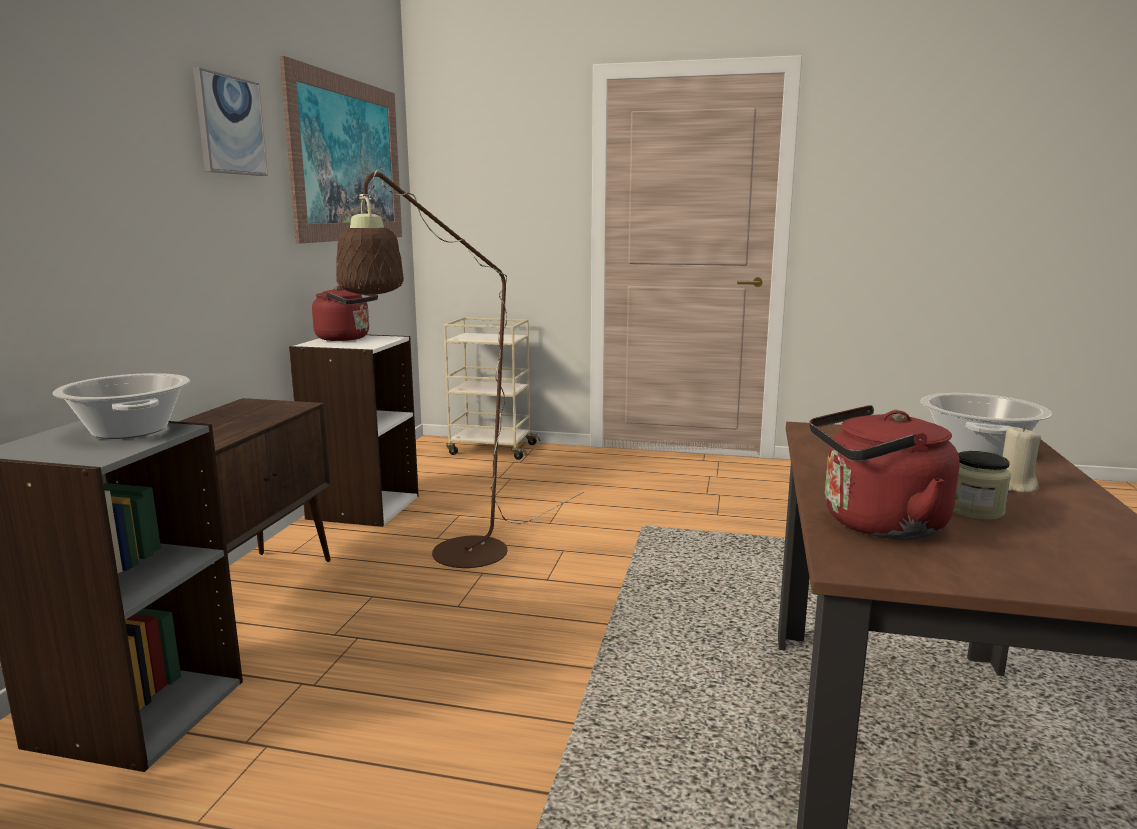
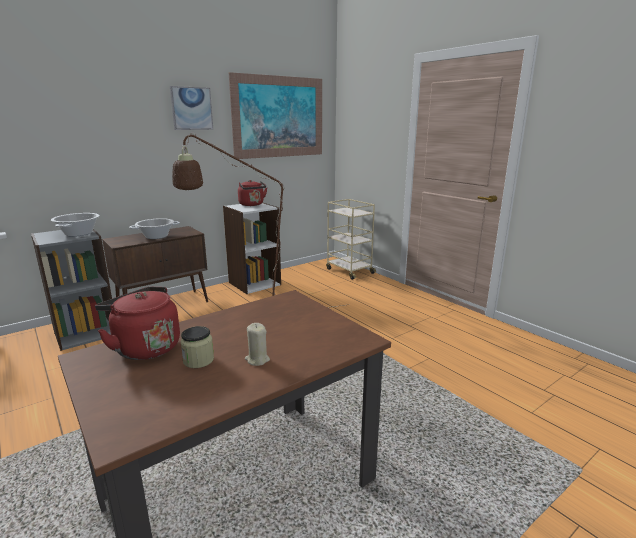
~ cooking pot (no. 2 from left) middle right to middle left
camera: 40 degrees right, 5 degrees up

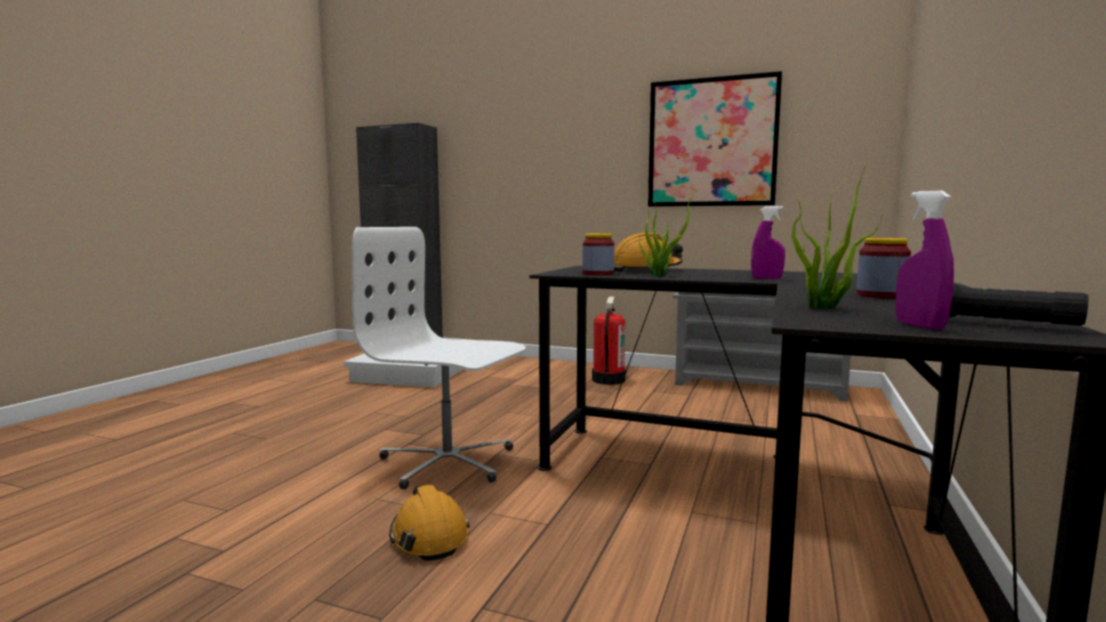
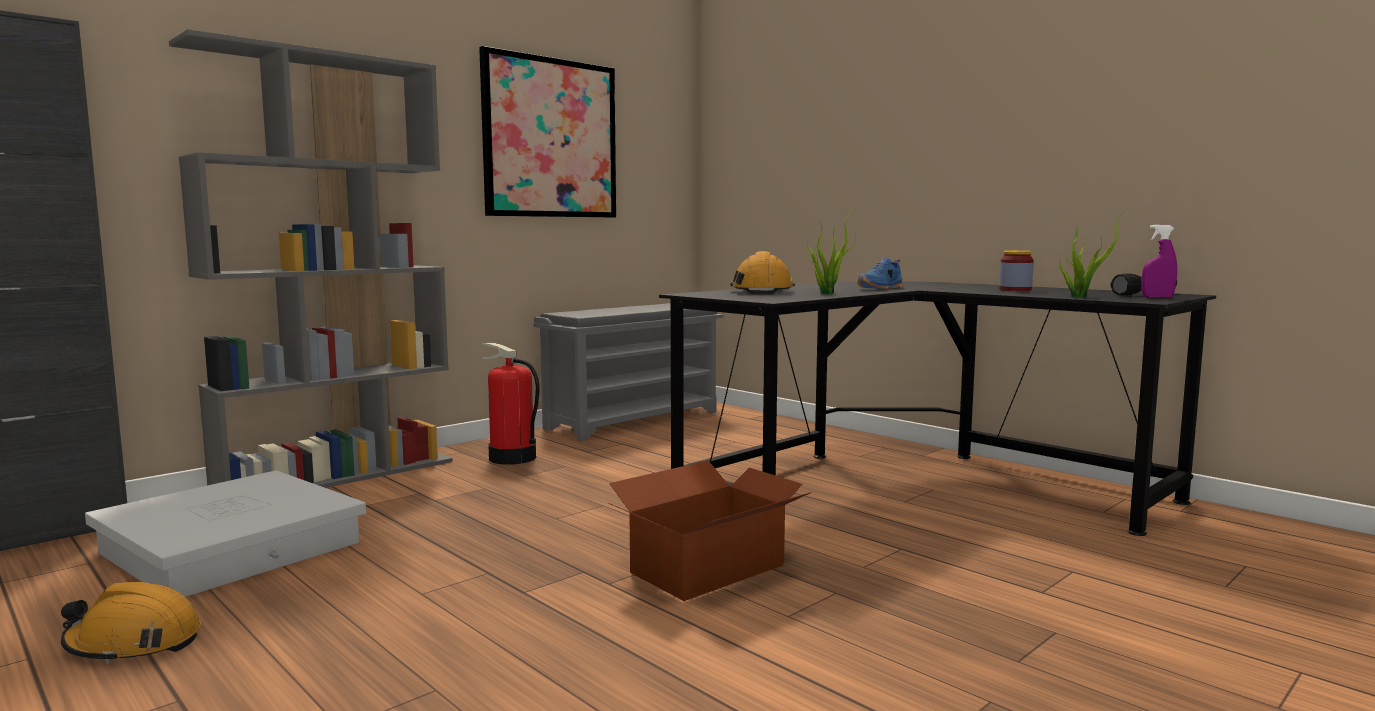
- jar (no. 1 from left) centre
+ bookcase (grey) middle left
~ hard hat (orange) (no. 1 from left) bottom centre to bottom left
~ office chair (white) centre to cardboard box bottom centre
~ spray bottle (purple) (no. 1 from left) middle right to shoe (blue) centre
camera: 65 degrees left, 0 degrees up

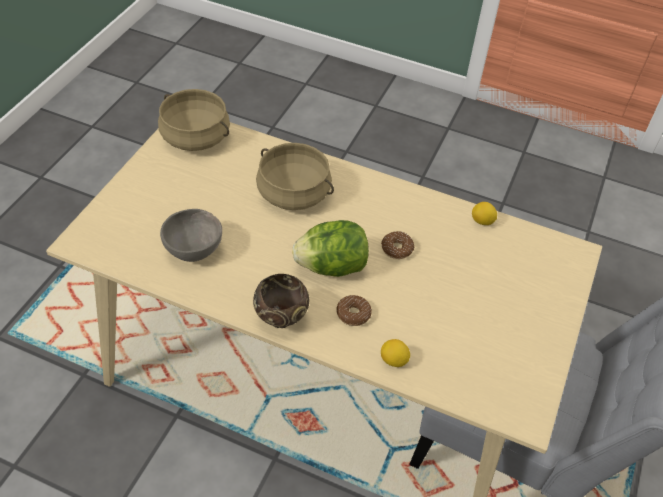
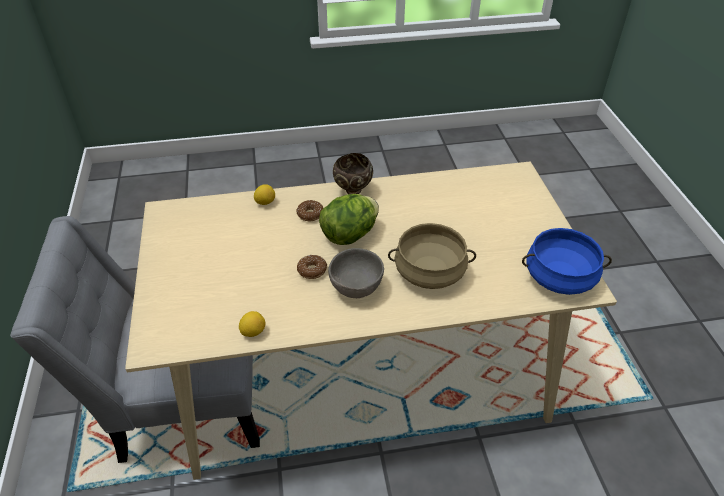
~ bowl (grey) middle left to centre
~ cooking pot (beige) (no. 1 from left) top left to cooking pot (blue) middle right
camera: 150 degrees right, 5 degrees down

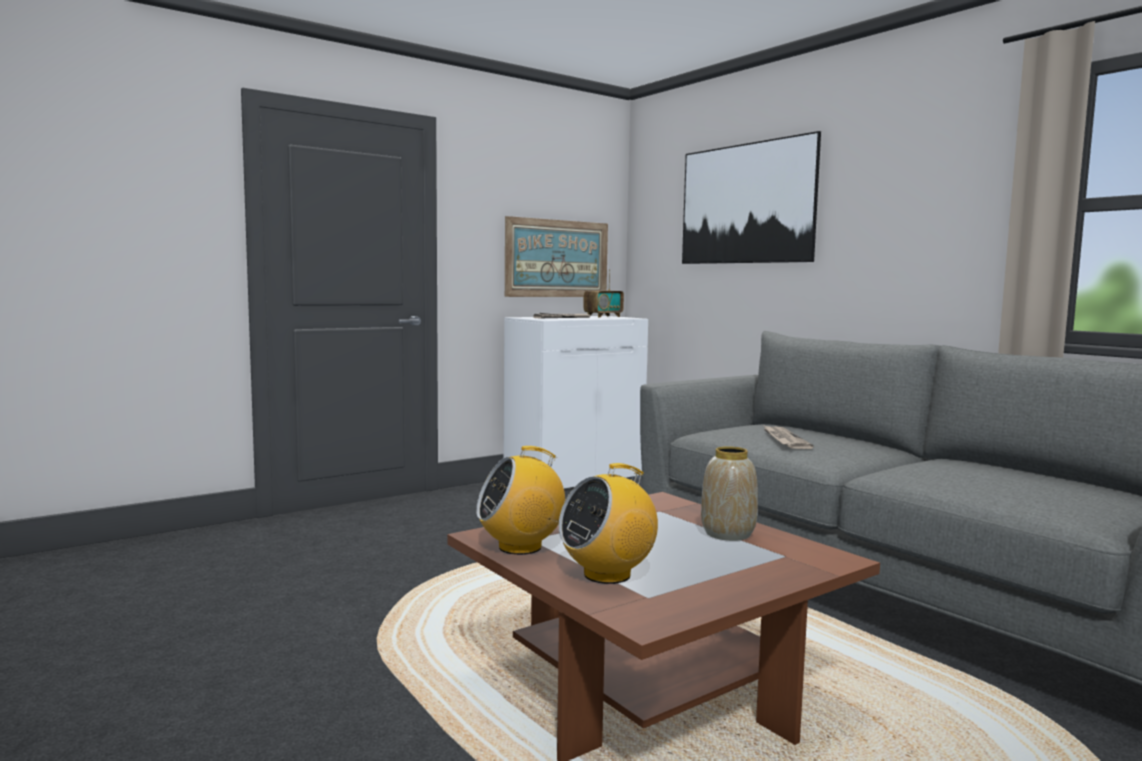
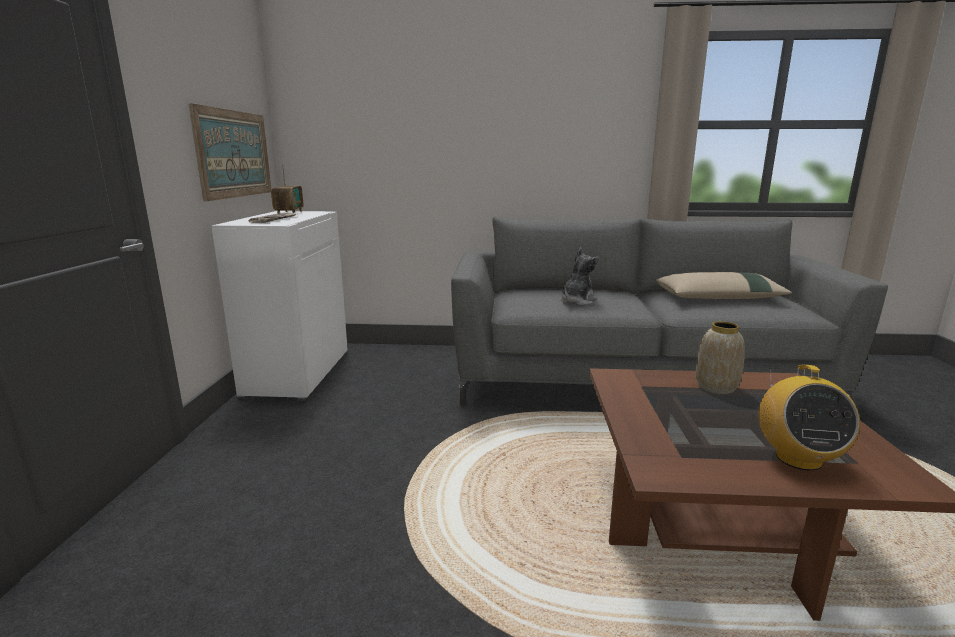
- radio (no. 1 from left) centre
- picture (no. 2 from left) top centre
+ pillow (beige) middle right
~ newspaper (no. 2 from left) middle right to plush toy centre
camera: 50 degrees left, 10 degrees up

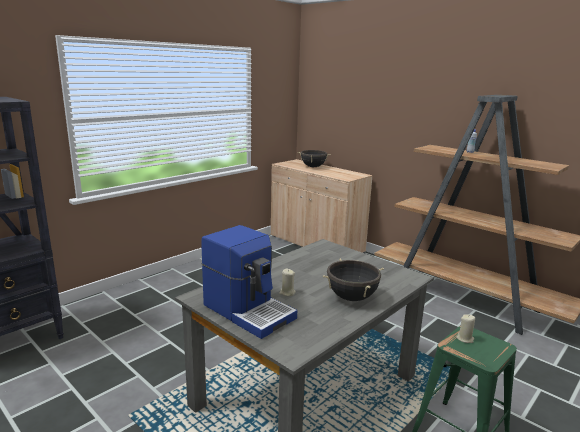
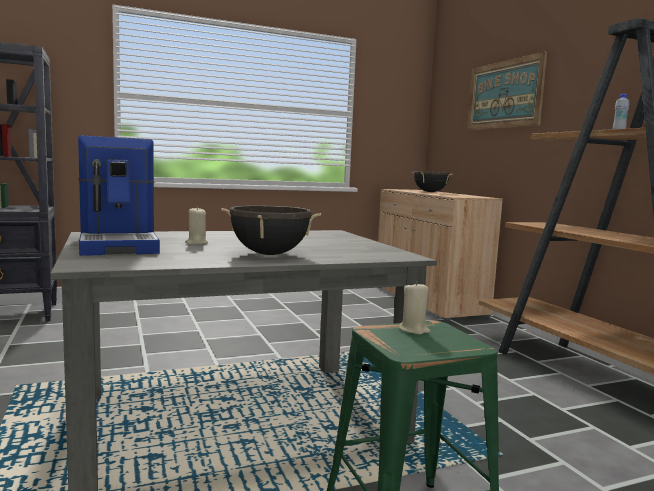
+ picture top right
camera: 25 degrees right, 10 degrees down

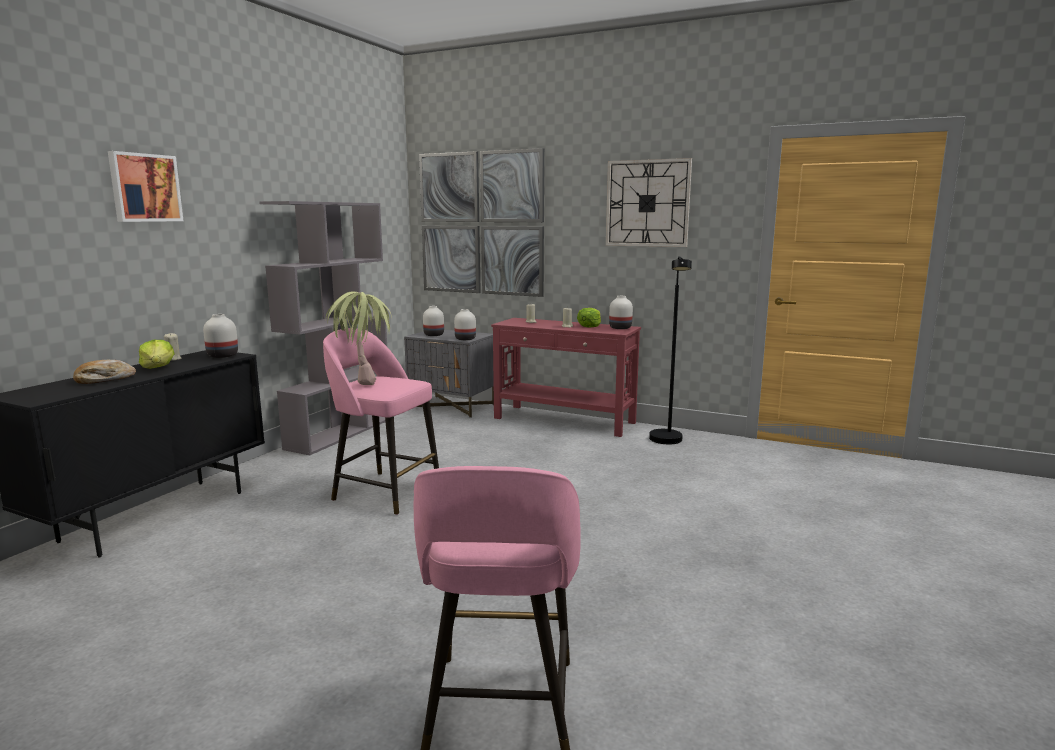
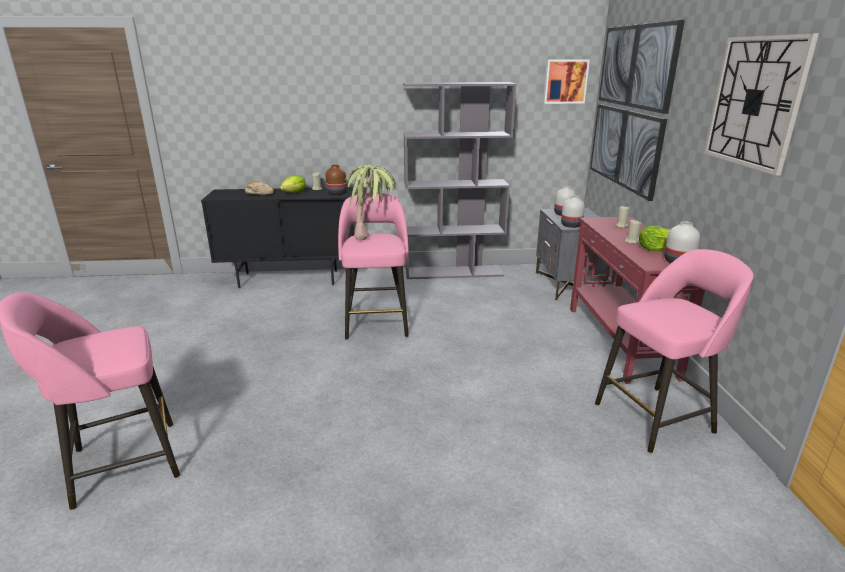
~ picture (no. 1 from left) top left to top right
~ floor lamp (black) centre to stool (pink) (no. 3 from left) middle right
~ vase (white) (no. 1 from left) middle left to vase (brown) top centre
camera: 60 degrees right, 10 degrees up

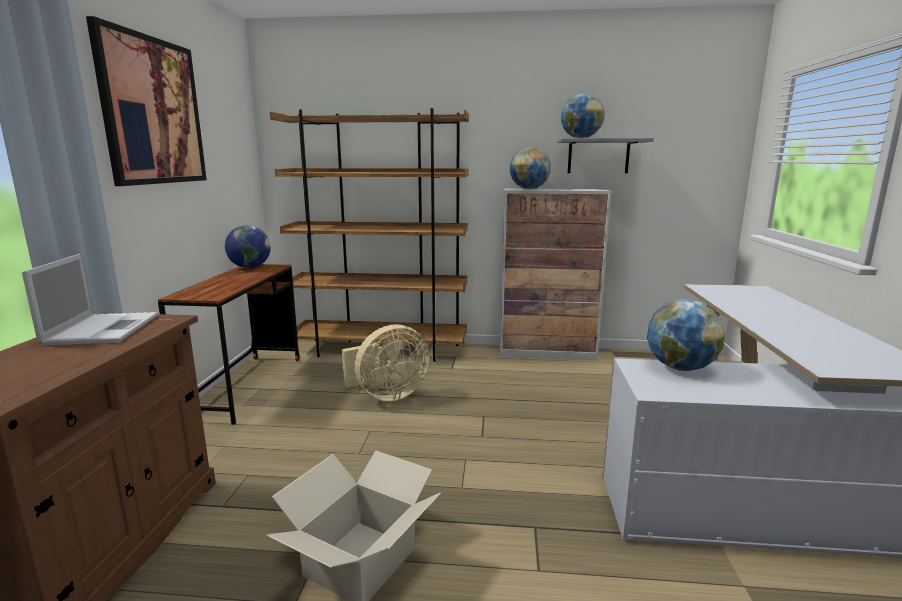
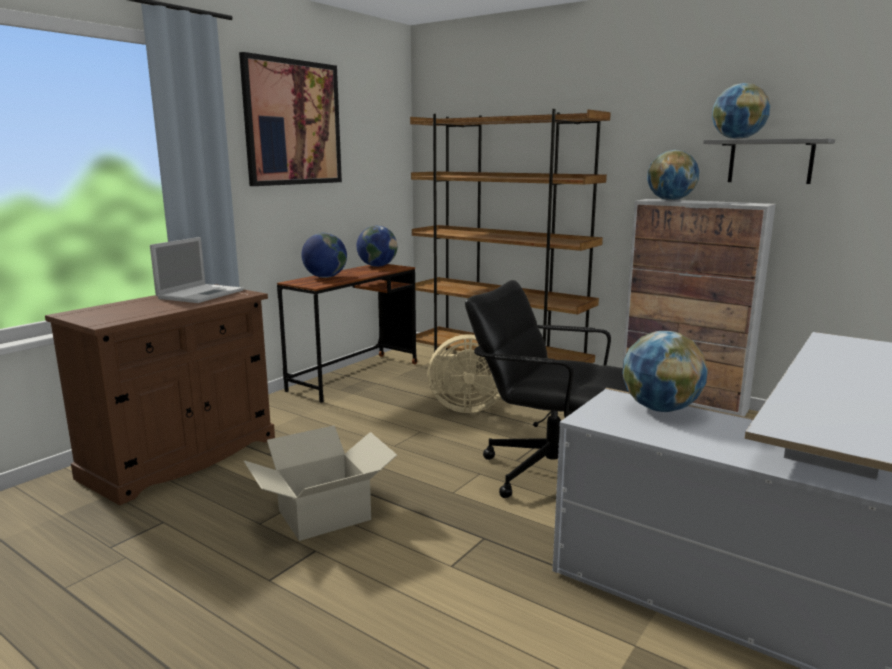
+ globe (no. 1 from left) centre
+ office chair (black) centre
camera: 30 degrees right, 0 degrees up

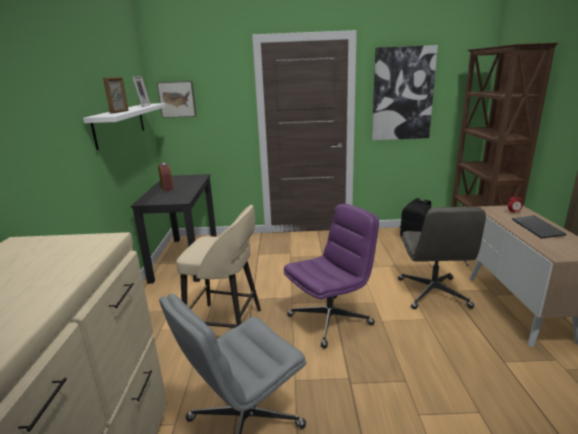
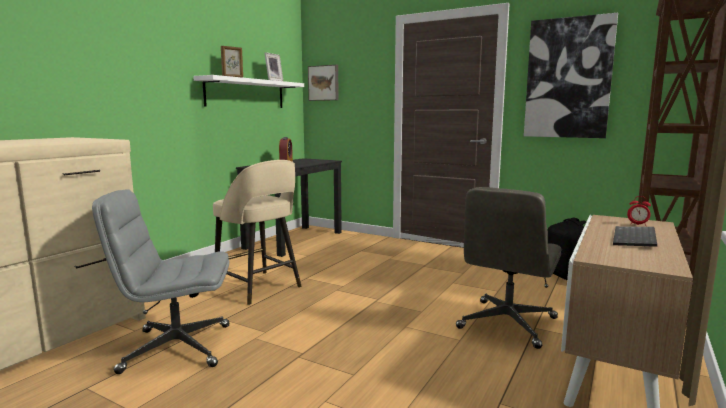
- office chair (purple) centre
camera: 30 degrees right, 10 degrees down

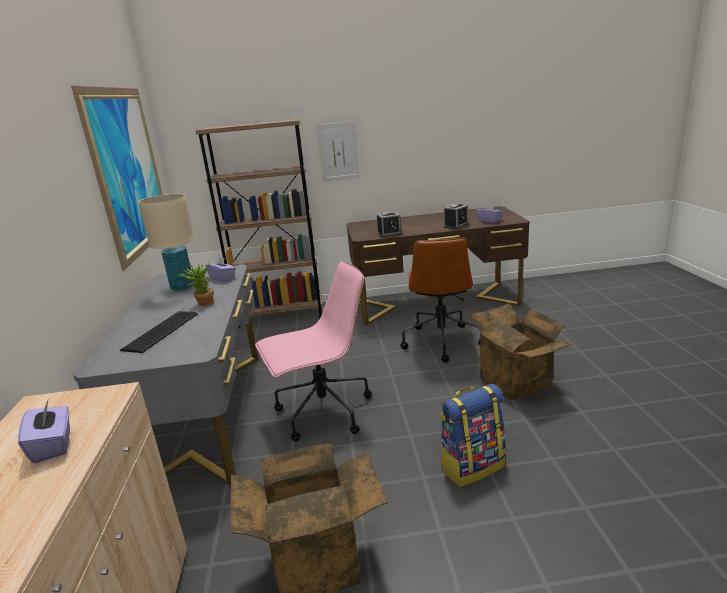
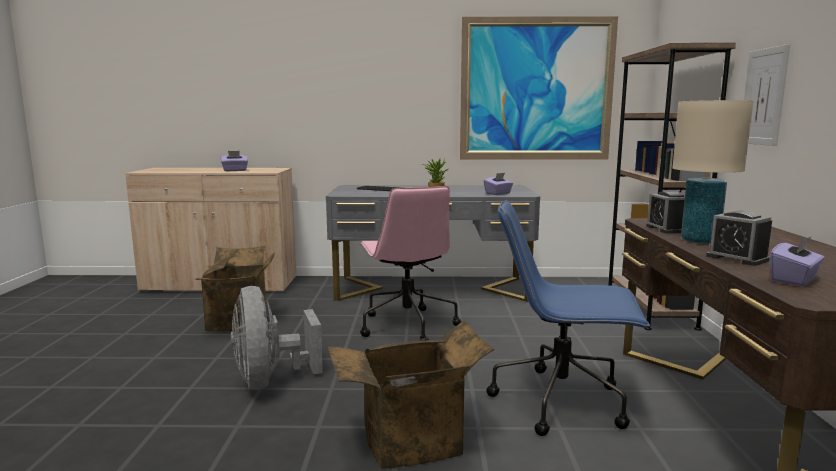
~ table lamp (beige) middle left to middle right
~ backpack bottom centre to fan (grey) bottom left
~ office chair (brown) centre to office chair (blue) bottom right
camera: 95 degrees right, 10 degrees down

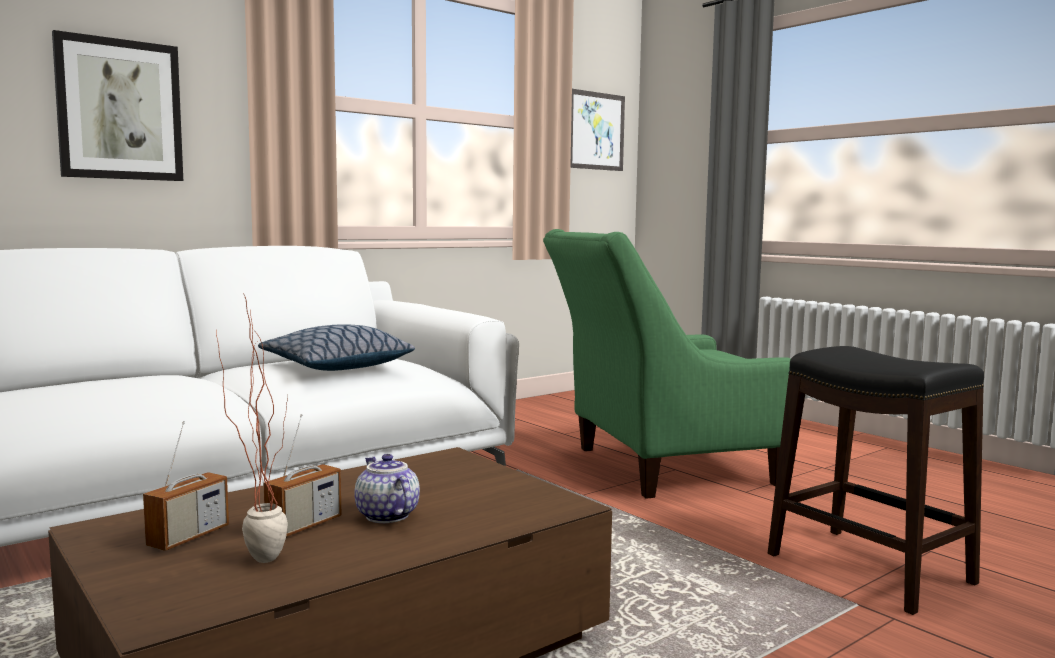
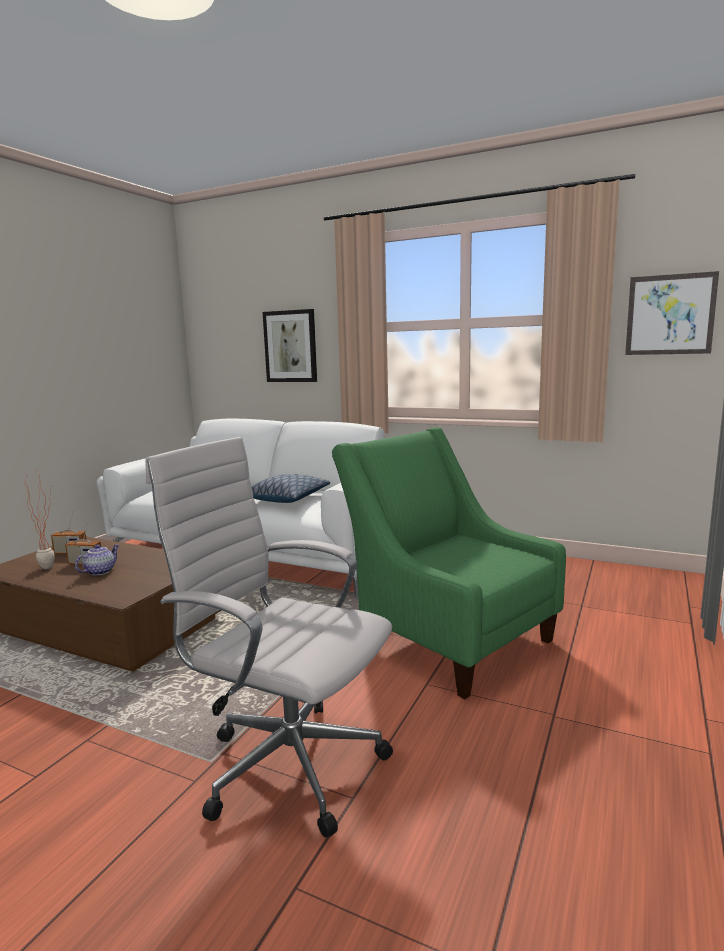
~ stool (black) bottom right to office chair (white) bottom centre
camera: 65 degrees right, 5 degrees up

